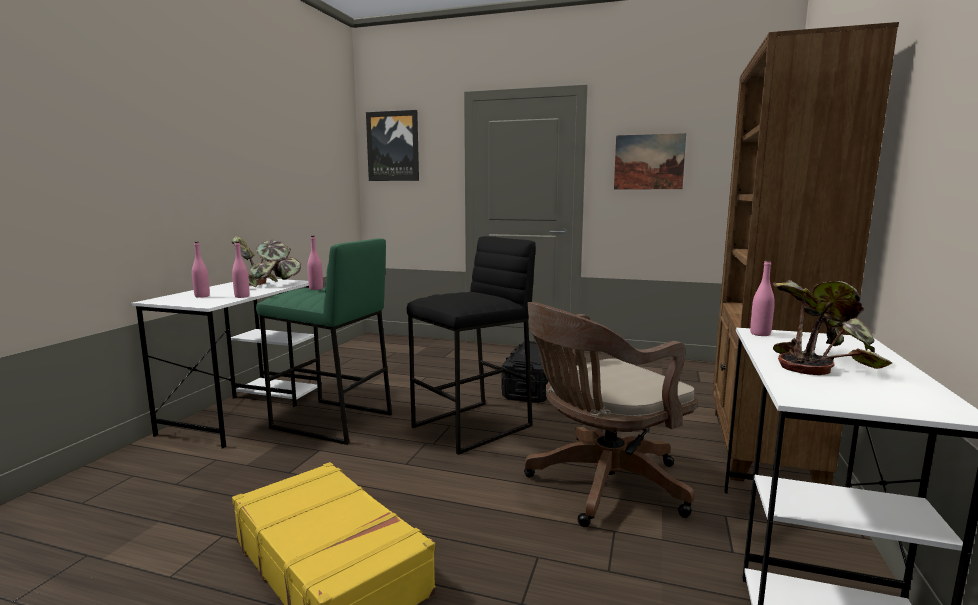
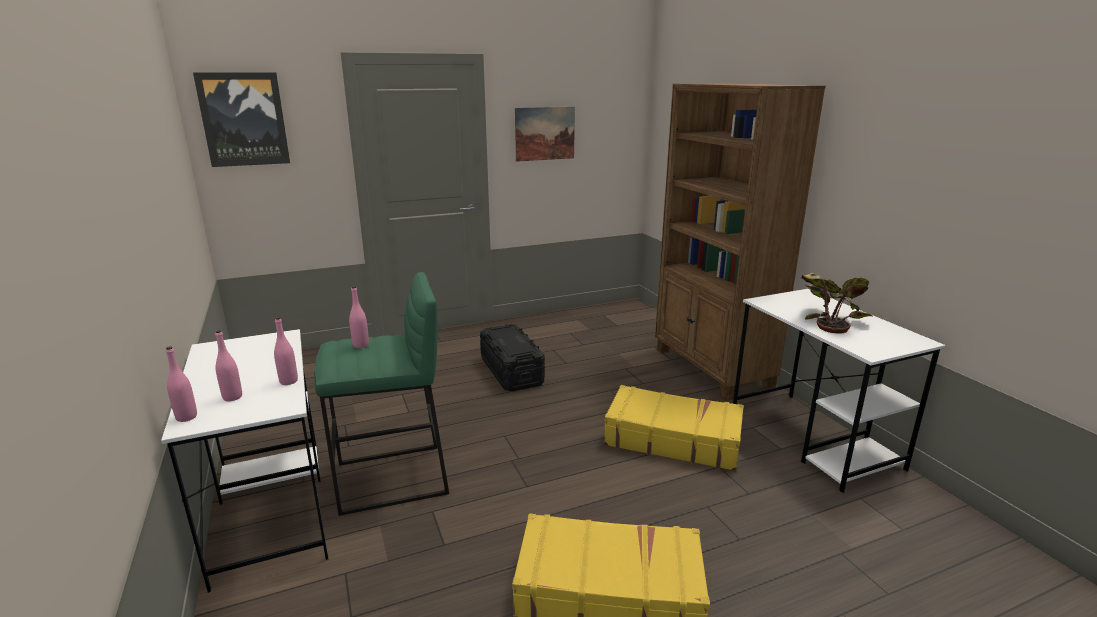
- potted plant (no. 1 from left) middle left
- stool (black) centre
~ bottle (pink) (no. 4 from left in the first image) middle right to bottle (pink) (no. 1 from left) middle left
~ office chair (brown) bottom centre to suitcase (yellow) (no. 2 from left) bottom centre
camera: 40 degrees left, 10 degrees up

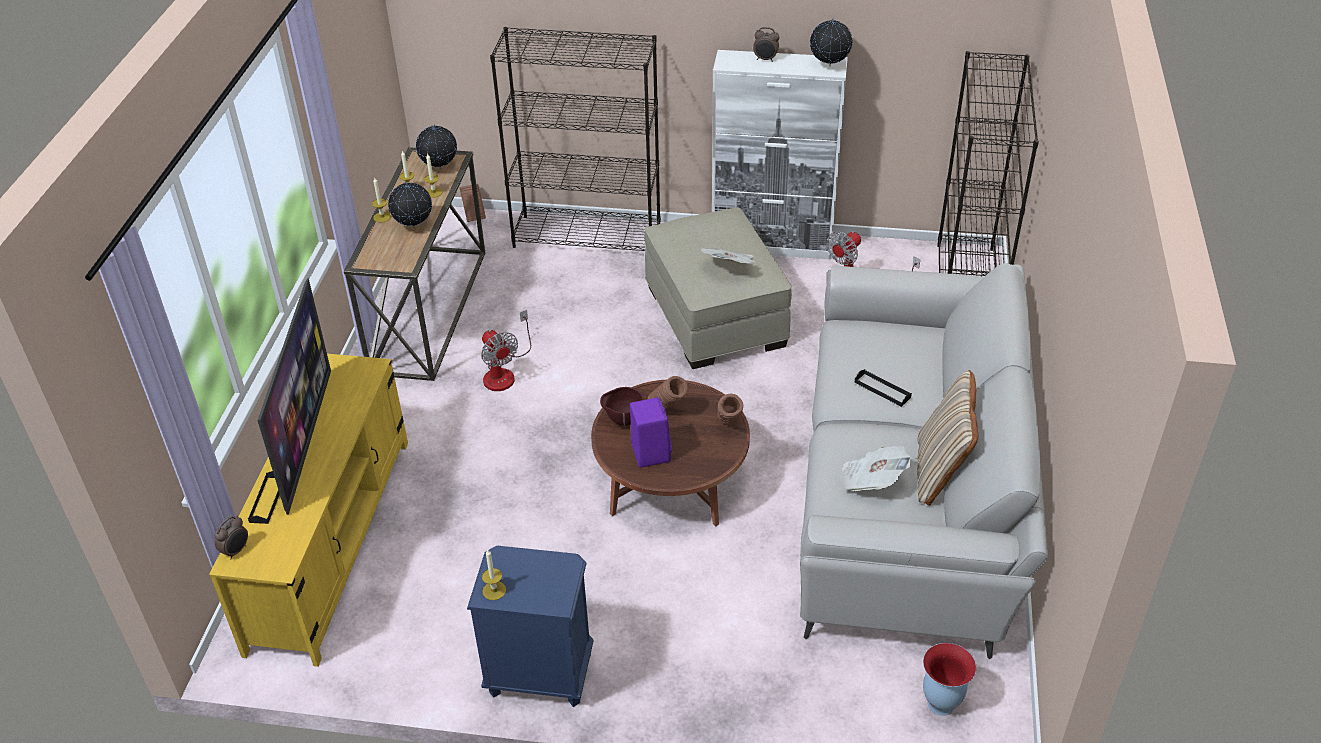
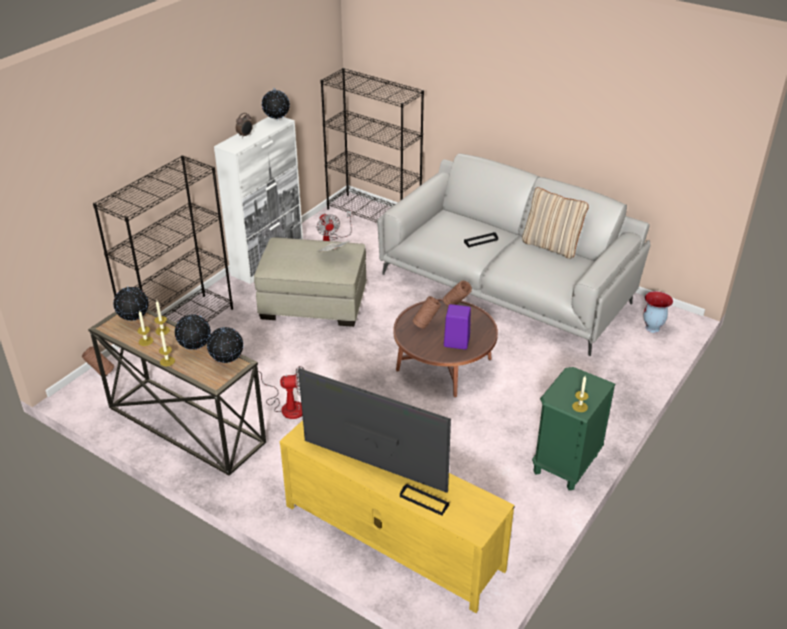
- alarm clock (no. 1 from left) bottom left
- bowl (brown) centre
- newspaper (no. 2 from left) centre
+ globe (no. 3 from left) middle left
~ nightstand (blue) bottom centre to nightstand (green) bottom right
camera: 65 degrees left, 5 degrees down

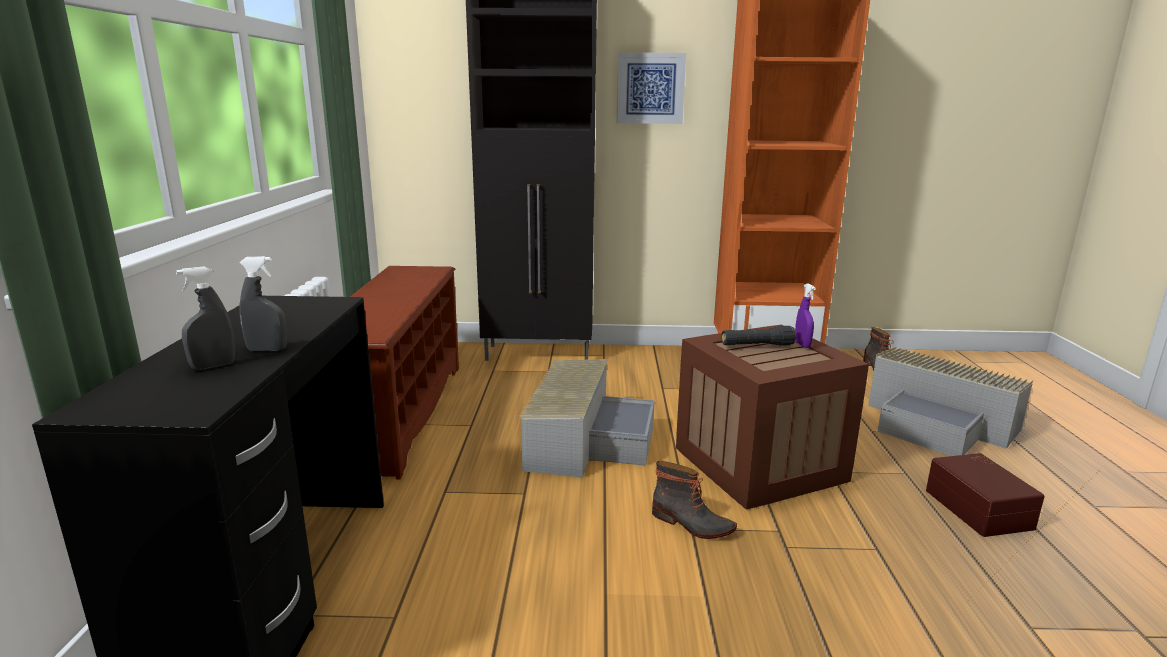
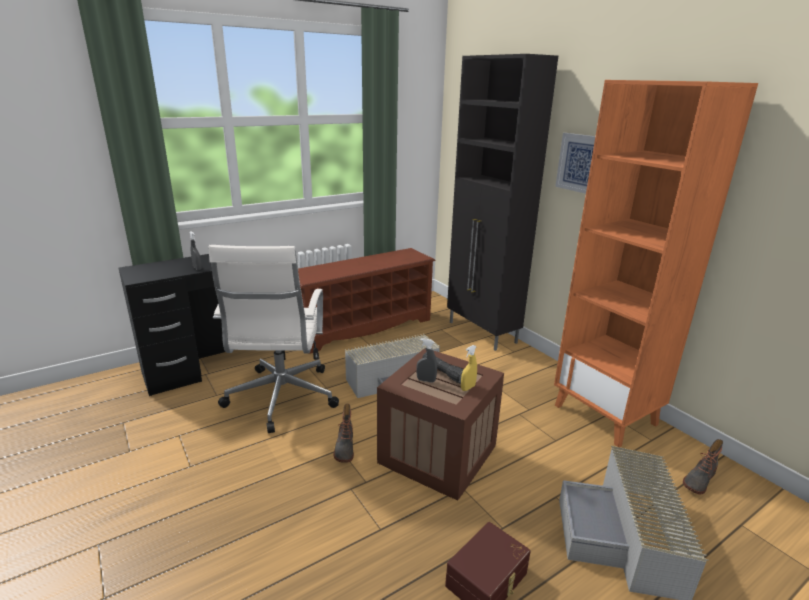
+ office chair (white) centre
~ spray bottle (grey) (no. 1 from left in the first image) middle left to spray bottle (grey) (no. 2 from left) centre
~ spray bottle (purple) middle right to spray bottle (yellow) centre
camera: 55 degrees right, 5 degrees up

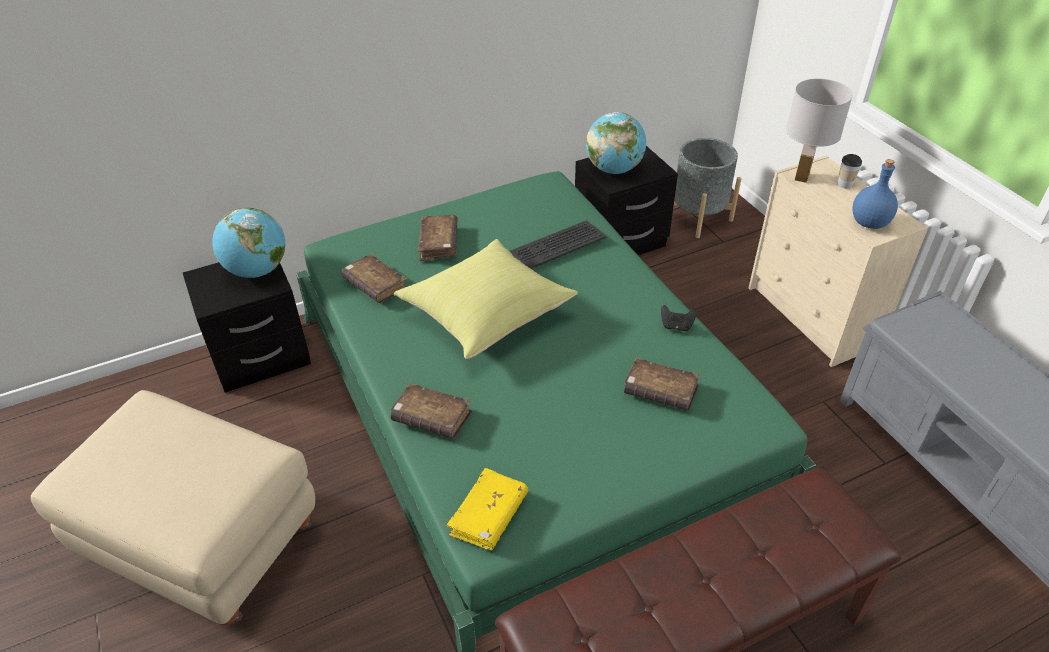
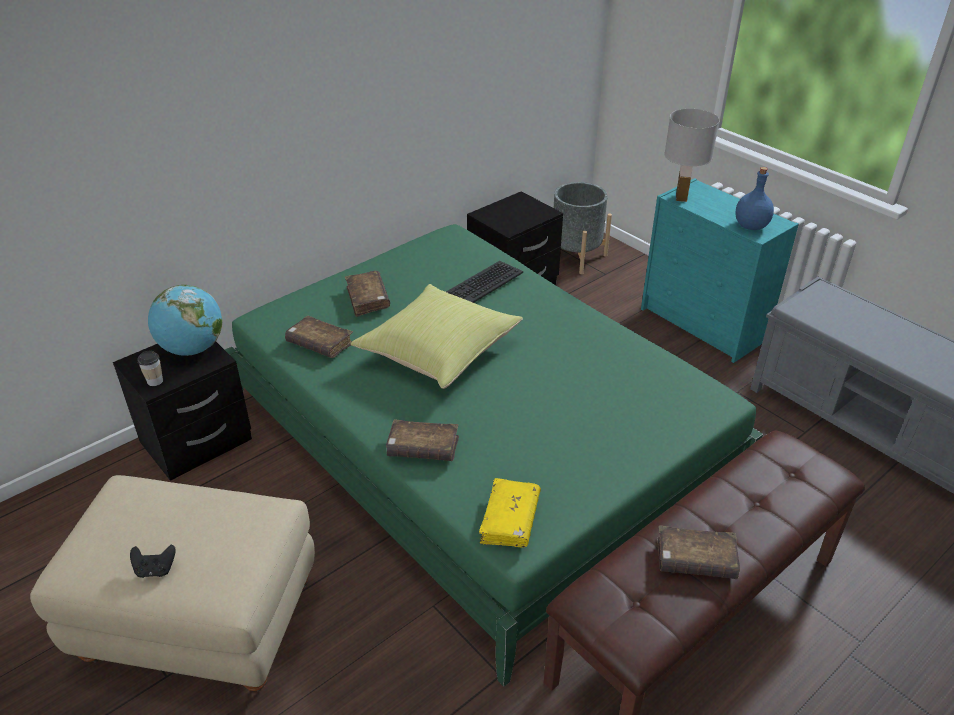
- globe (no. 2 from left) top centre
~ book (brown) (no. 4 from left) centre to bottom right
~ game controller (black) centre to bottom left
~ cup top right to middle left
~ dresser (beige) middle right to dresser (turquoise) middle right
camera: 15 degrees left, 5 degrees down

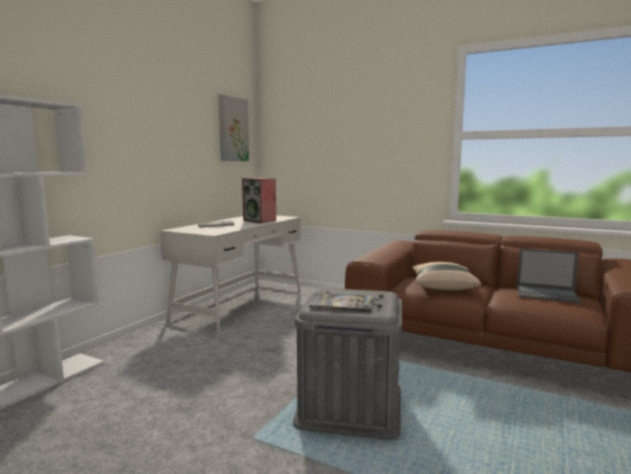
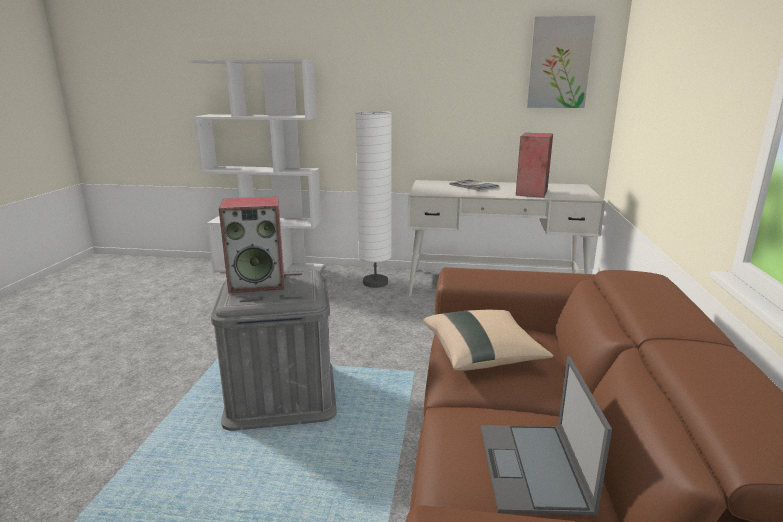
+ floor lamp (white) centre
~ book (no. 2 from left) centre to speaker (no. 1 from left) middle left
camera: 70 degrees right, 10 degrees up

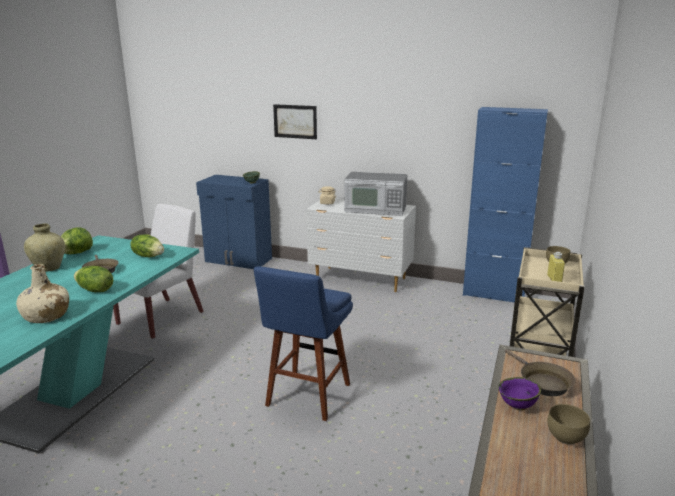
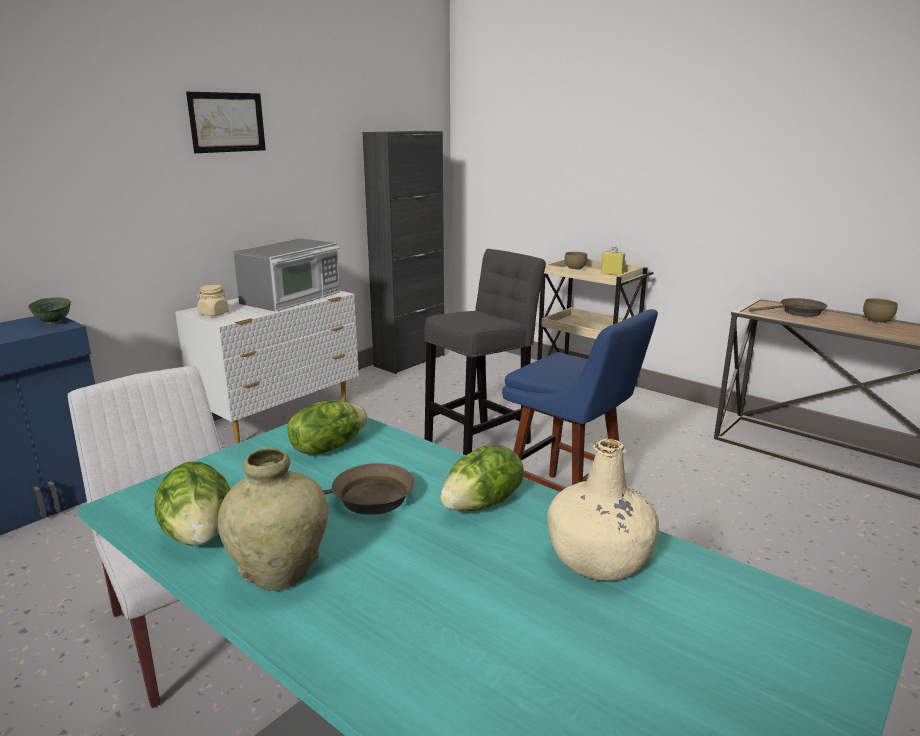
- bowl (purple) bottom right
+ stool (grey) centre
~ picture top centre to top left
~ cabinet (blue) (no. 2 from left) middle right to cabinet (black) centre
camera: 70 degrees left, 0 degrees up

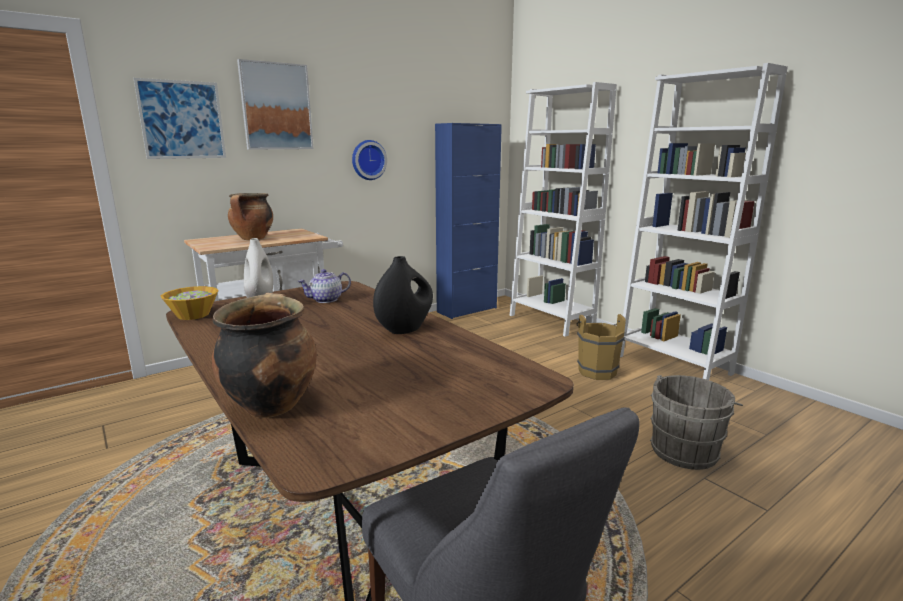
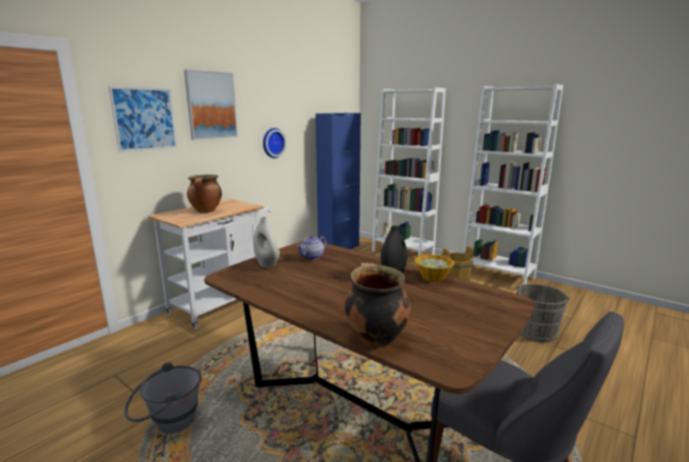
+ bucket (grey) (no. 1 from left) bottom left
~ bowl middle left to centre
camera: 15 degrees left, 0 degrees up

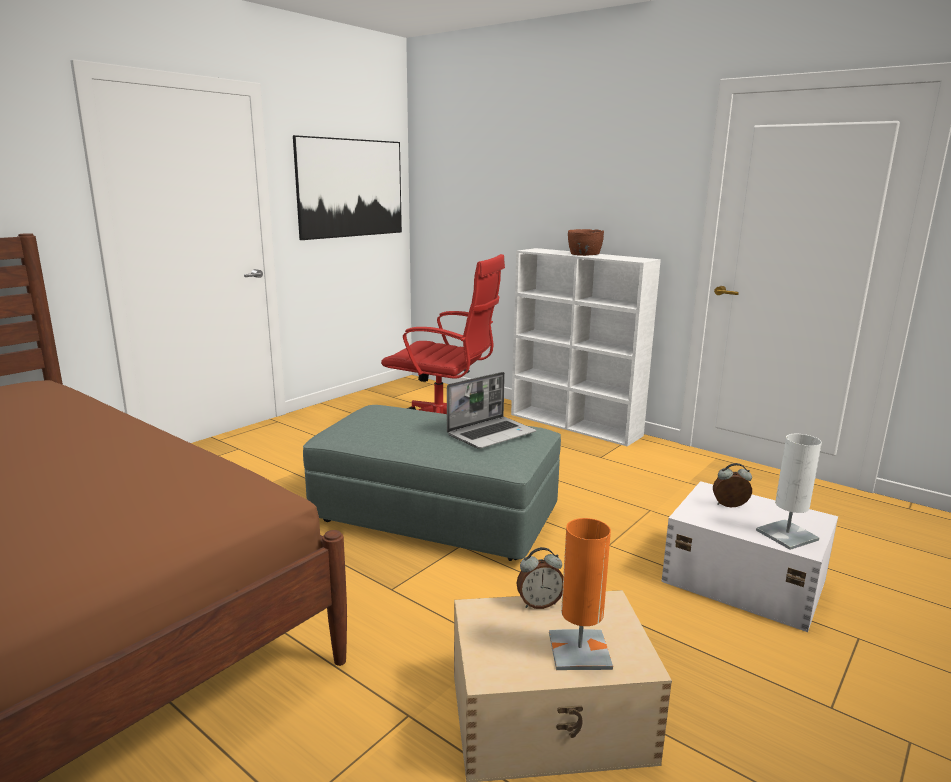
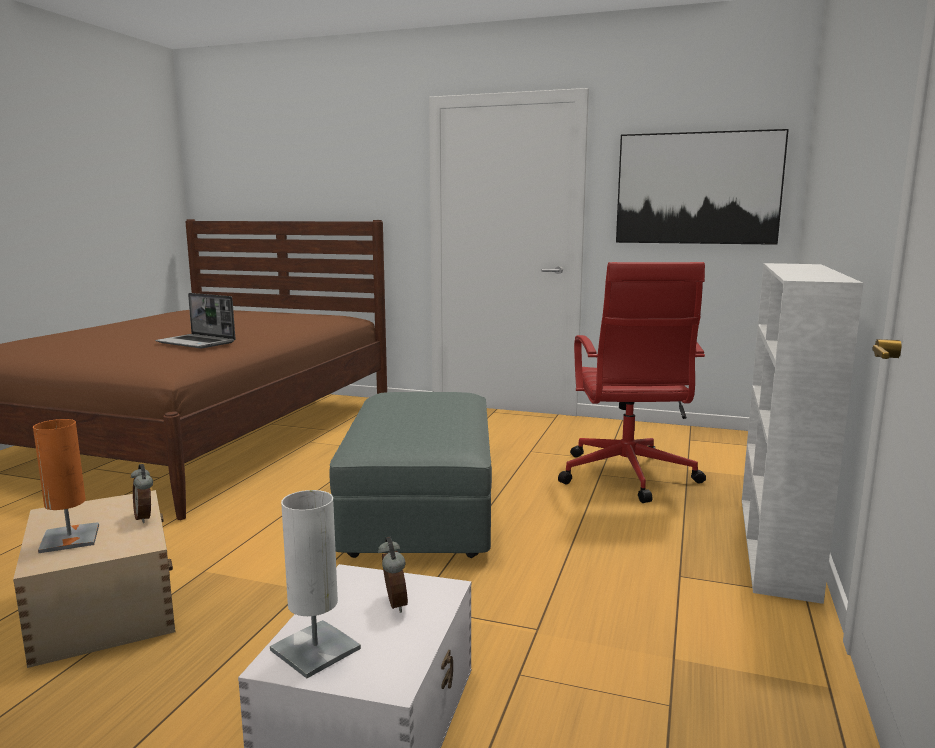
- bowl (brown) top centre
~ laptop centre to middle left
camera: 70 degrees right, 5 degrees down

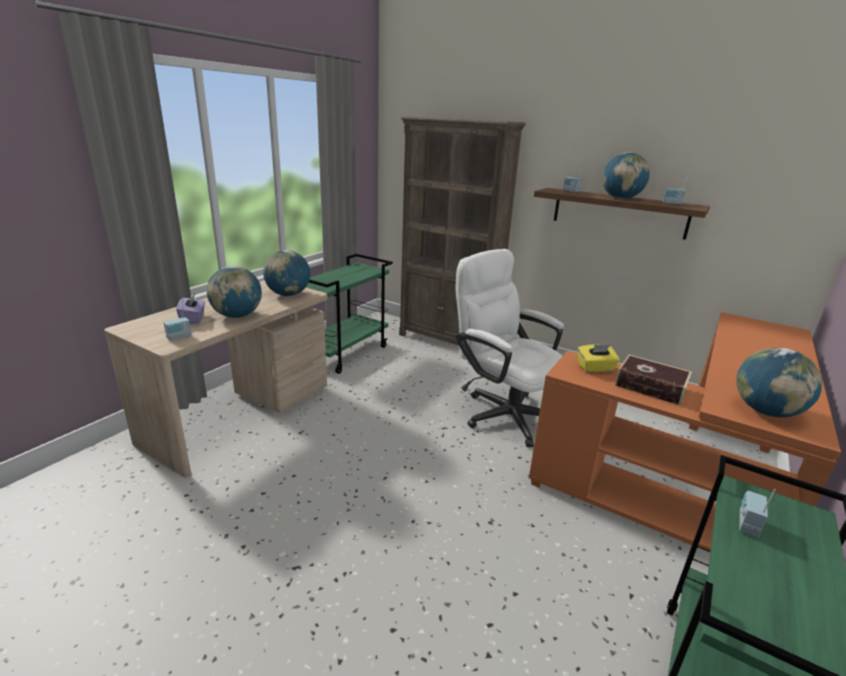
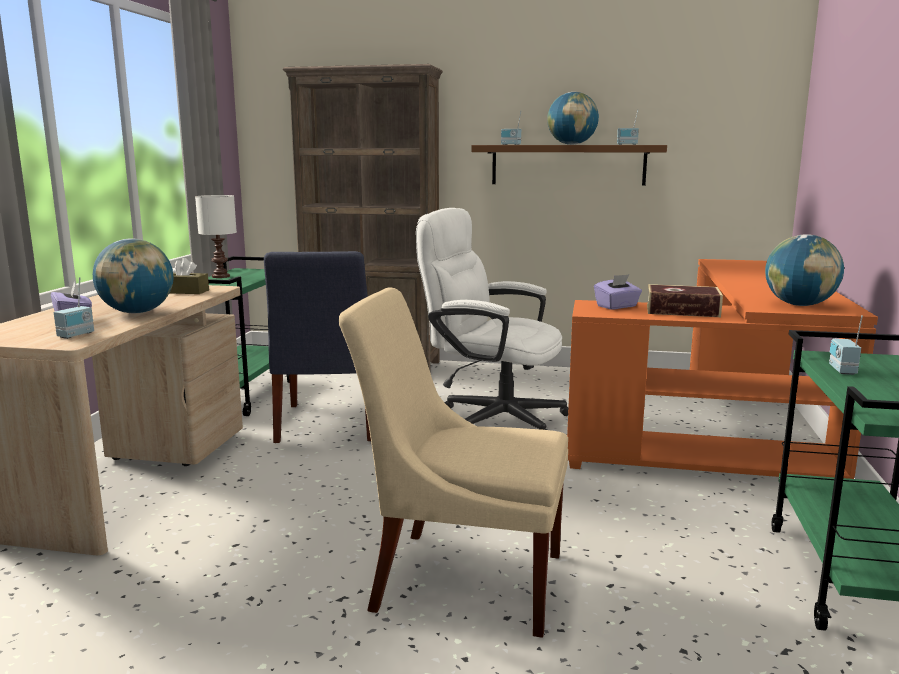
+ table lamp (white) middle left
+ chair (blue) centre
+ chair (beige) bottom centre
~ globe (no. 2 from left) centre to tissue box (brown) middle left
~ tissue box (yellow) middle right to tissue box (purple) (no. 2 from left) middle right
camera: 20 degrees left, 10 degrees down

